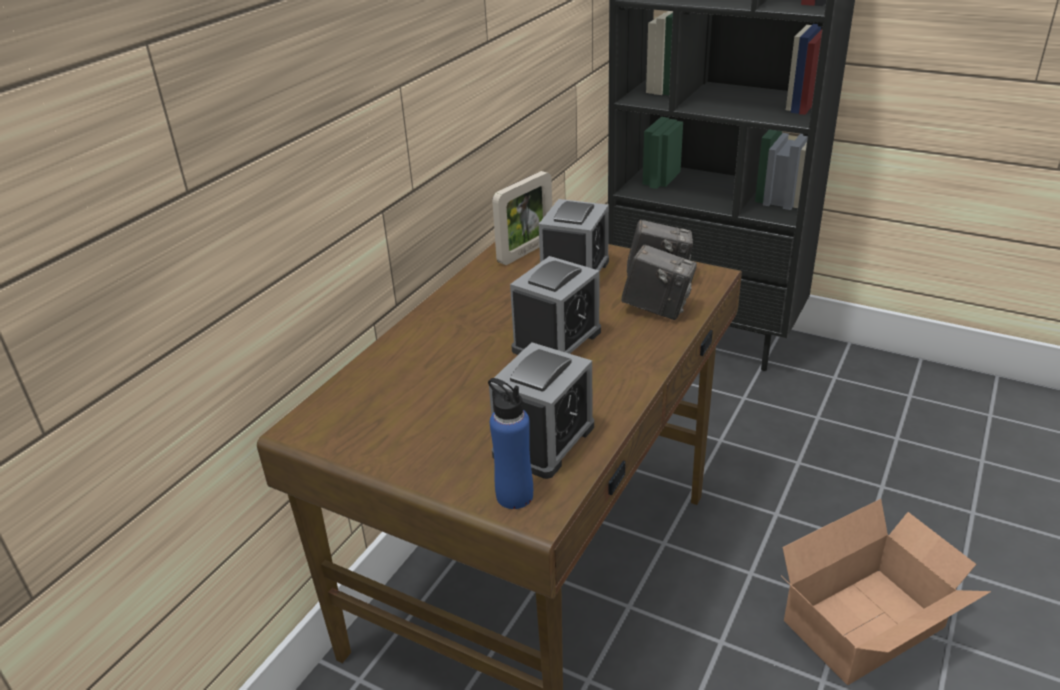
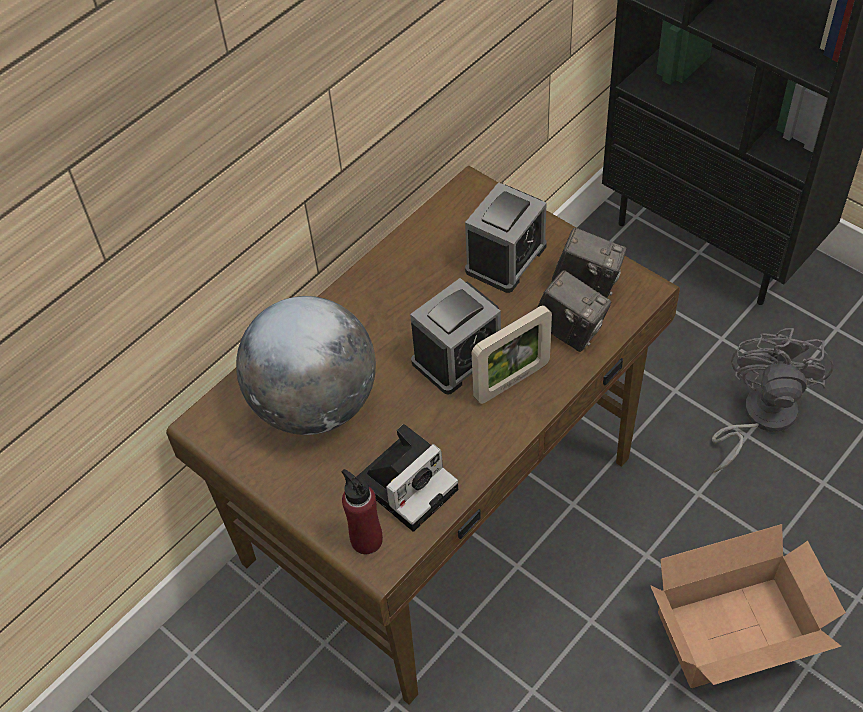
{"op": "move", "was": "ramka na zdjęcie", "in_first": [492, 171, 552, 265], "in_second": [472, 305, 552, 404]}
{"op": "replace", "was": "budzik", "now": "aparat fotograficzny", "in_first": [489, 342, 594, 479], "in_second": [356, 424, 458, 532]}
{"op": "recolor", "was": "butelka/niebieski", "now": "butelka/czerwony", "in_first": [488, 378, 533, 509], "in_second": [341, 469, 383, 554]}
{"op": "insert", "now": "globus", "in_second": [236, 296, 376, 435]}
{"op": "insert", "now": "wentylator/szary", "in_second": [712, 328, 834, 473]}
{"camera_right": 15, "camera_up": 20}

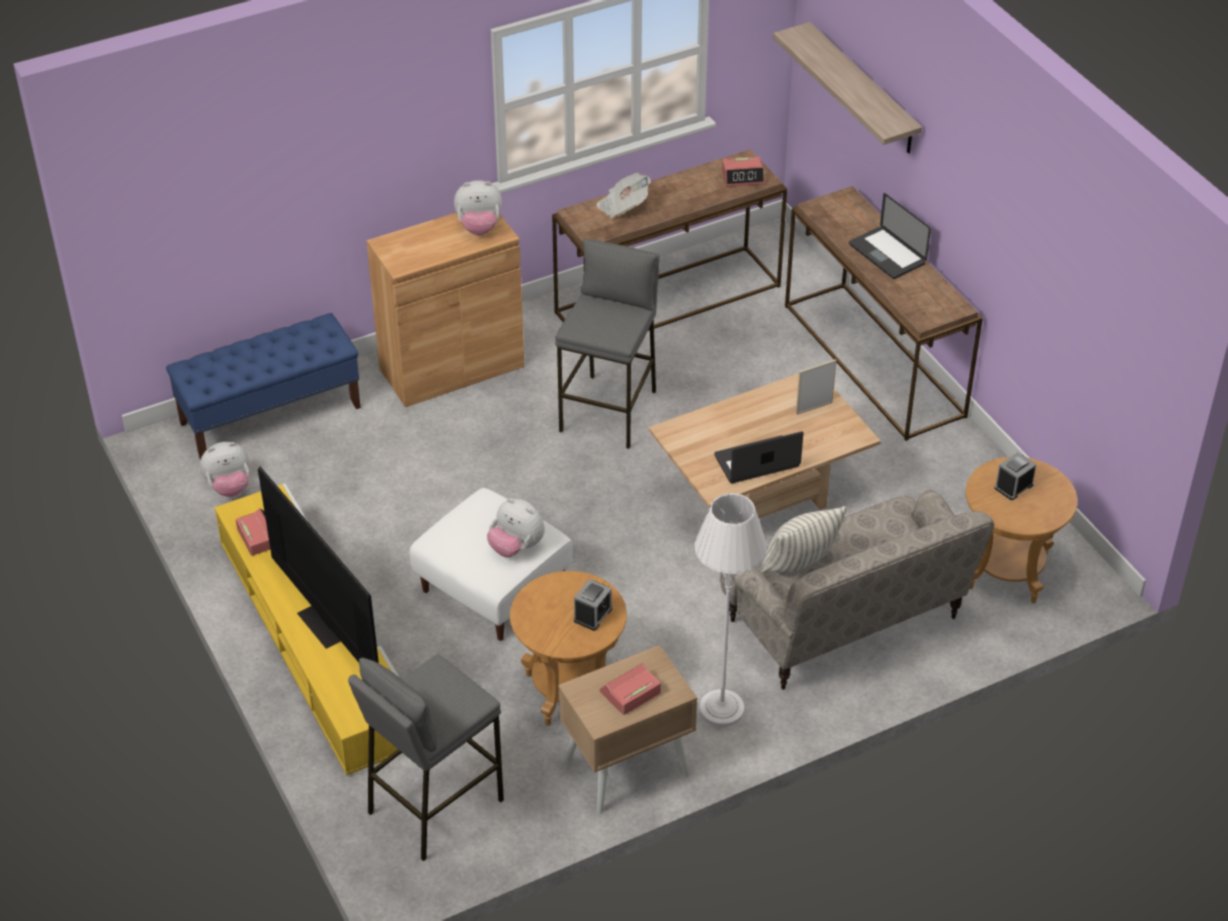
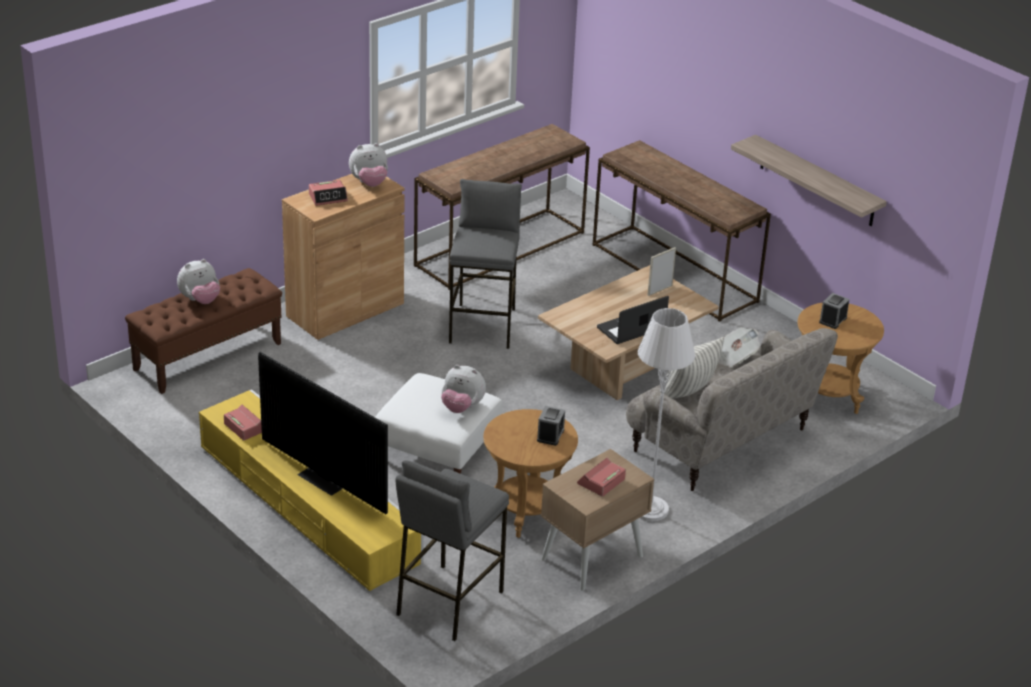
{"op": "move", "was": "półka", "in_first": [773, 22, 922, 153], "in_second": [731, 135, 887, 226]}
{"op": "move", "was": "budzik", "in_first": [722, 156, 765, 187], "in_second": [309, 180, 348, 206]}
{"op": "move", "was": "gazeta", "in_first": [596, 173, 651, 218], "in_second": [718, 327, 760, 368]}
{"op": "delete", "was": "laptop", "in_first": [849, 193, 931, 279]}
{"op": "recolor", "was": "ławka/niebieski", "now": "ławka/brązowy", "in_first": [166, 313, 361, 460], "in_second": [125, 268, 282, 394]}
{"op": "move", "was": "pluszak", "in_first": [200, 442, 249, 497], "in_second": [177, 259, 220, 304]}
{"camera_right": -15, "camera_up": -10}

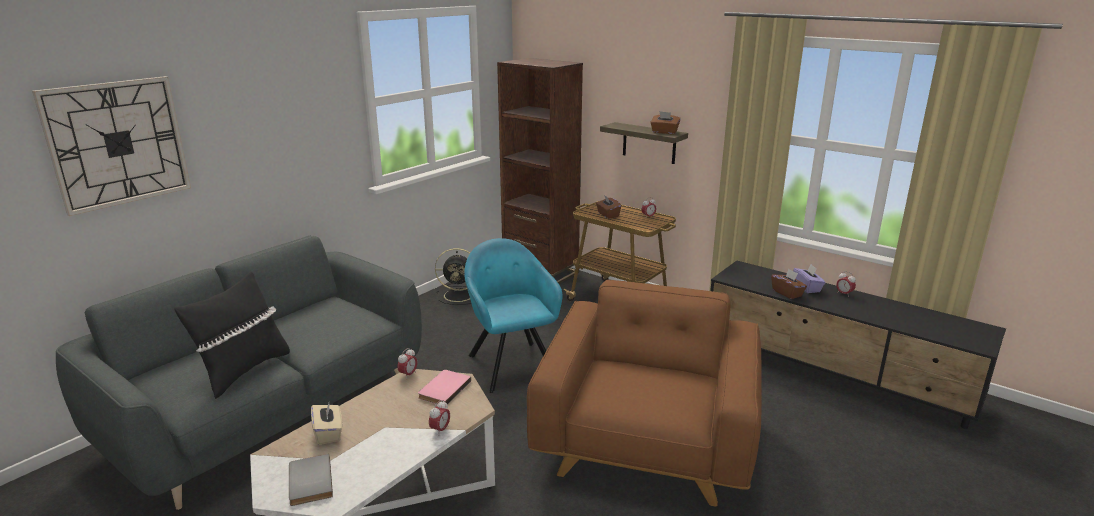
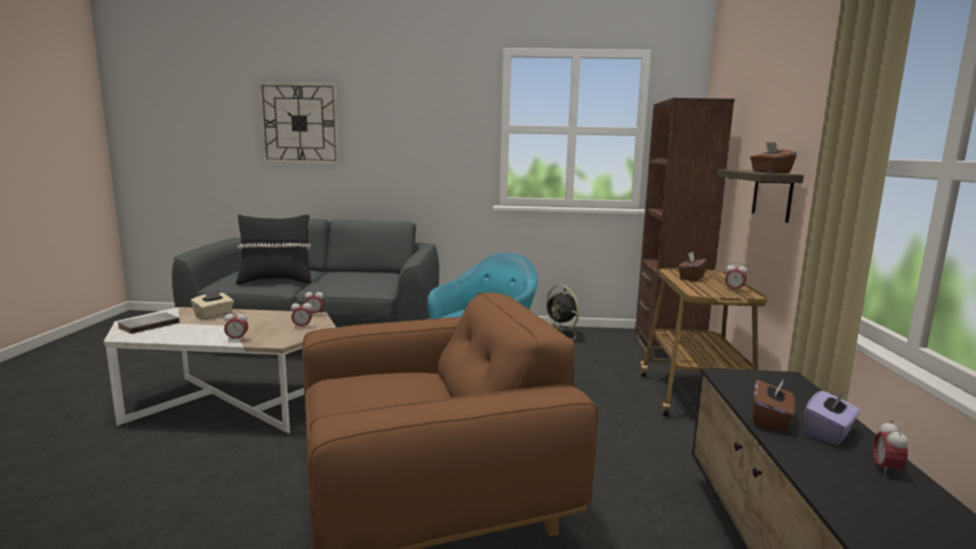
{"op": "replace", "was": "książka/różowy", "now": "budzik", "in_first": [418, 370, 471, 404], "in_second": [291, 300, 312, 328]}
{"camera_right": 55, "camera_up": -10}

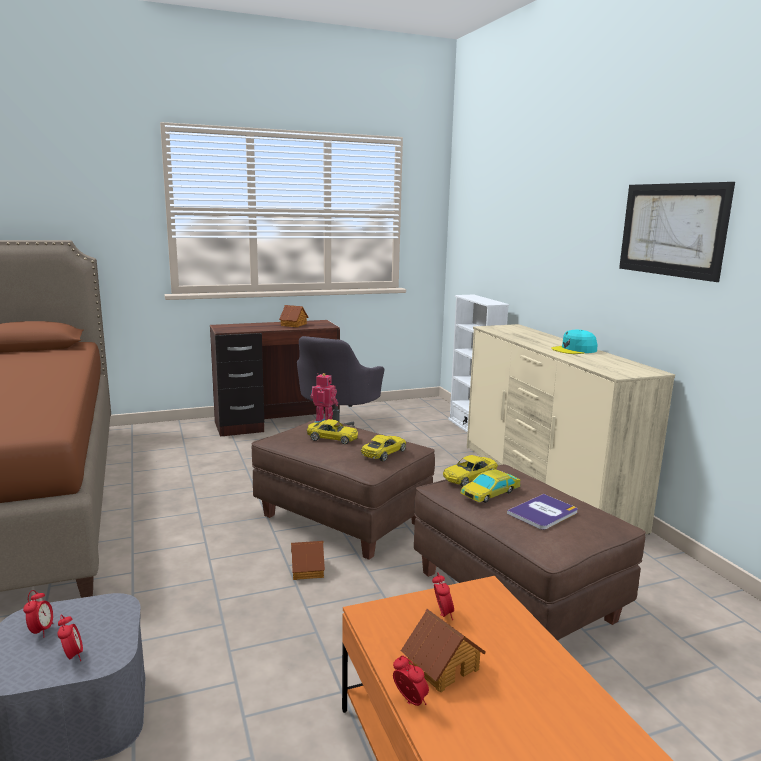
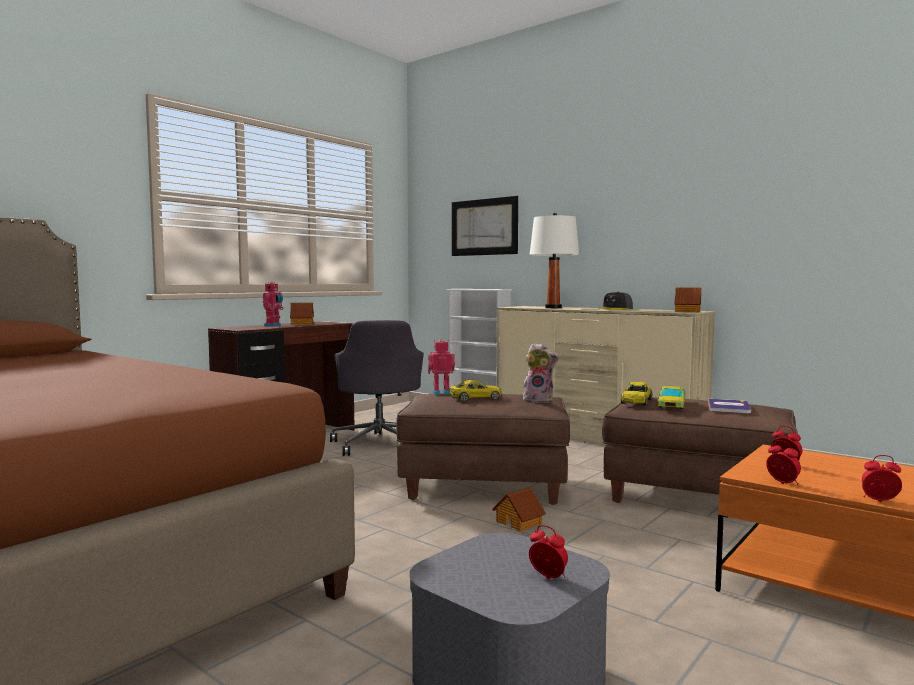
{"op": "move", "was": "obraz", "in_first": [619, 182, 735, 282], "in_second": [452, 196, 518, 256]}
{"op": "recolor", "was": "czapka z daszkiem/turkusowy", "now": "czapka z daszkiem/szary", "in_first": [551, 330, 597, 354], "in_second": [598, 292, 633, 310]}
{"op": "replace", "was": "samochodzik/żółty", "now": "pluszak", "in_first": [361, 435, 406, 461], "in_second": [523, 343, 559, 403]}
{"op": "move", "was": "budzik", "in_first": [23, 590, 54, 637], "in_second": [766, 440, 801, 485]}
{"op": "move", "was": "domek", "in_first": [401, 609, 486, 692], "in_second": [674, 288, 702, 312]}
{"op": "insert", "now": "lampa stołowa/biały", "in_second": [529, 213, 579, 308]}
{"op": "insert", "now": "robot zabawkowy", "in_second": [263, 281, 284, 326]}
{"camera_right": -30, "camera_up": -10}

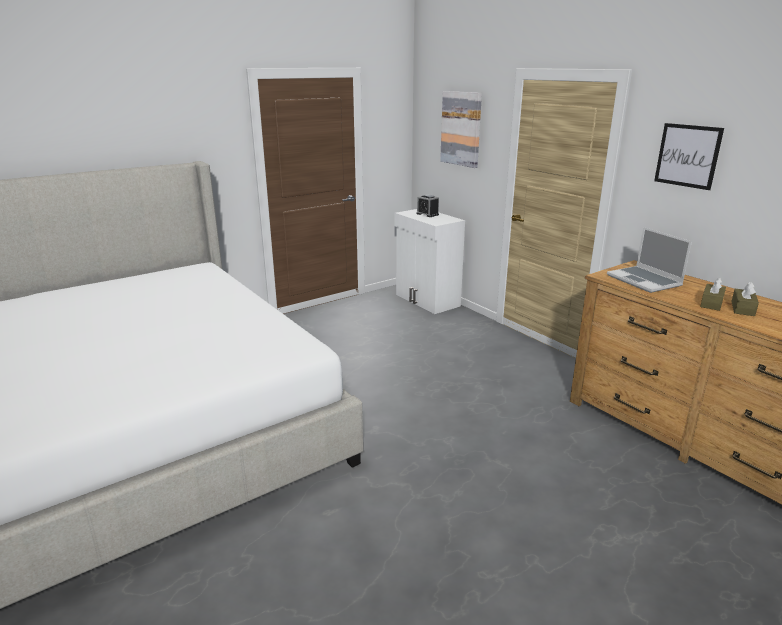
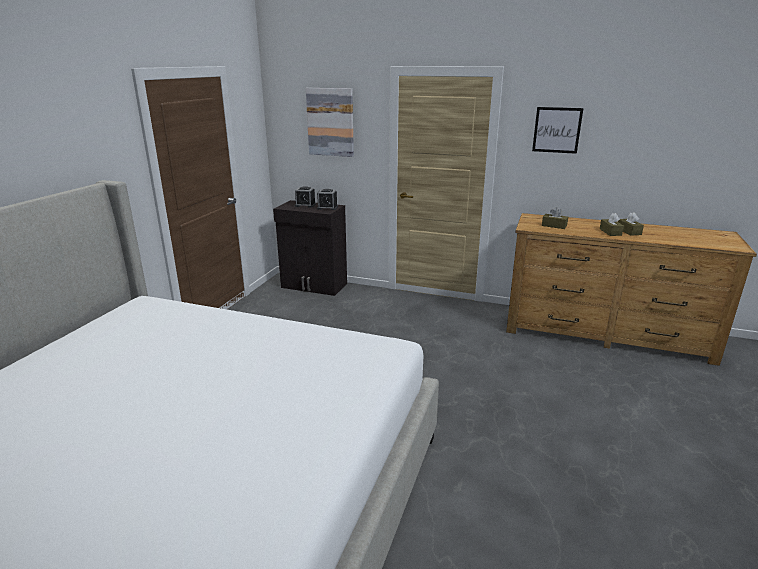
{"op": "recolor", "was": "szafka/biały", "now": "szafka/czarny", "in_first": [394, 209, 465, 314], "in_second": [273, 200, 347, 296]}
{"op": "replace", "was": "laptop", "now": "pudełko chusteczek/brązowy", "in_first": [607, 227, 692, 293], "in_second": [542, 207, 568, 229]}
{"op": "insert", "now": "budzik", "in_second": [317, 189, 338, 210]}
{"camera_right": -35, "camera_up": 0}

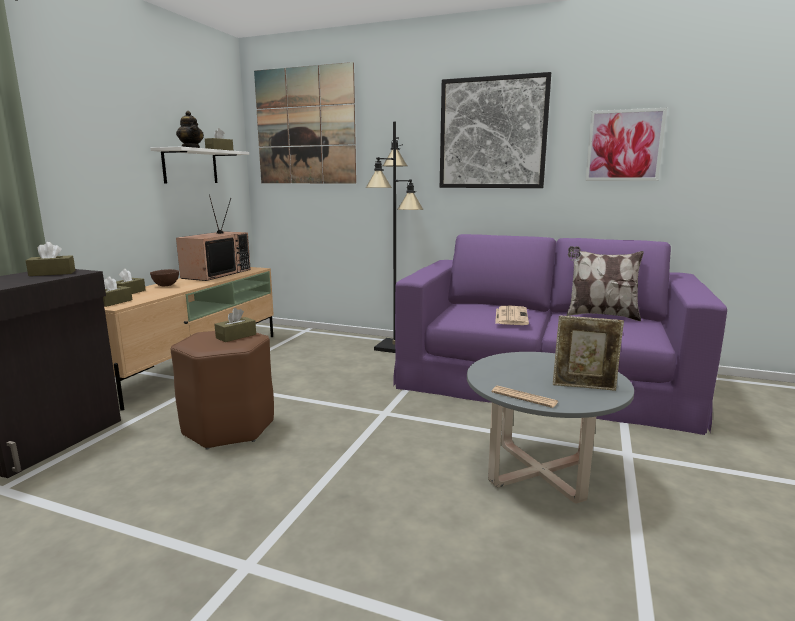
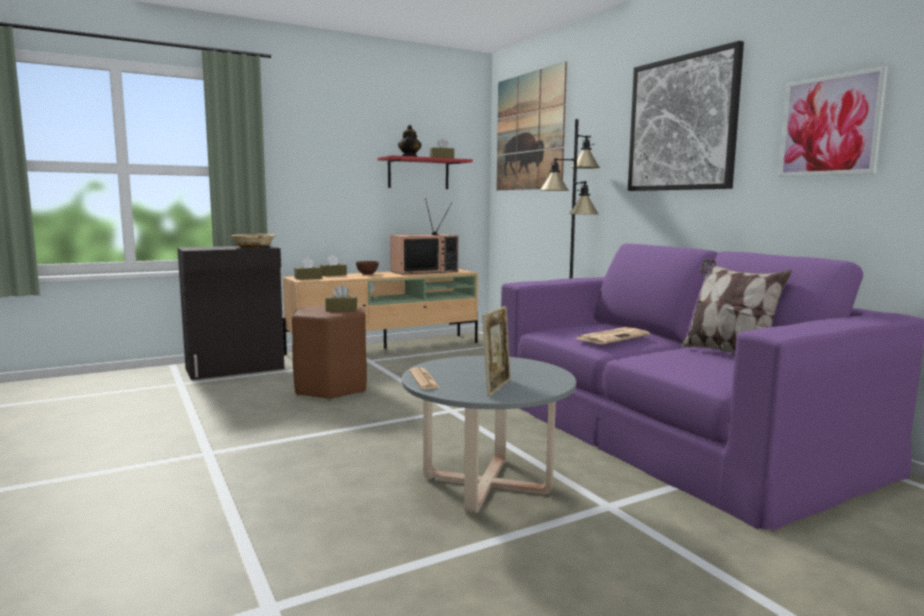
{"op": "recolor", "was": "półka/biały", "now": "półka/czerwony", "in_first": [150, 147, 249, 183], "in_second": [378, 155, 473, 189]}
{"op": "replace", "was": "pudełko chusteczek/brązowy", "now": "miska/beżowy", "in_first": [26, 242, 75, 276], "in_second": [230, 234, 276, 248]}
{"op": "rotate", "was": "ramka na zdjęcie", "in_first": [553, 315, 624, 391], "in_second": [482, 306, 511, 396], "clockwise": -120}
{"camera_right": 40, "camera_up": -5}

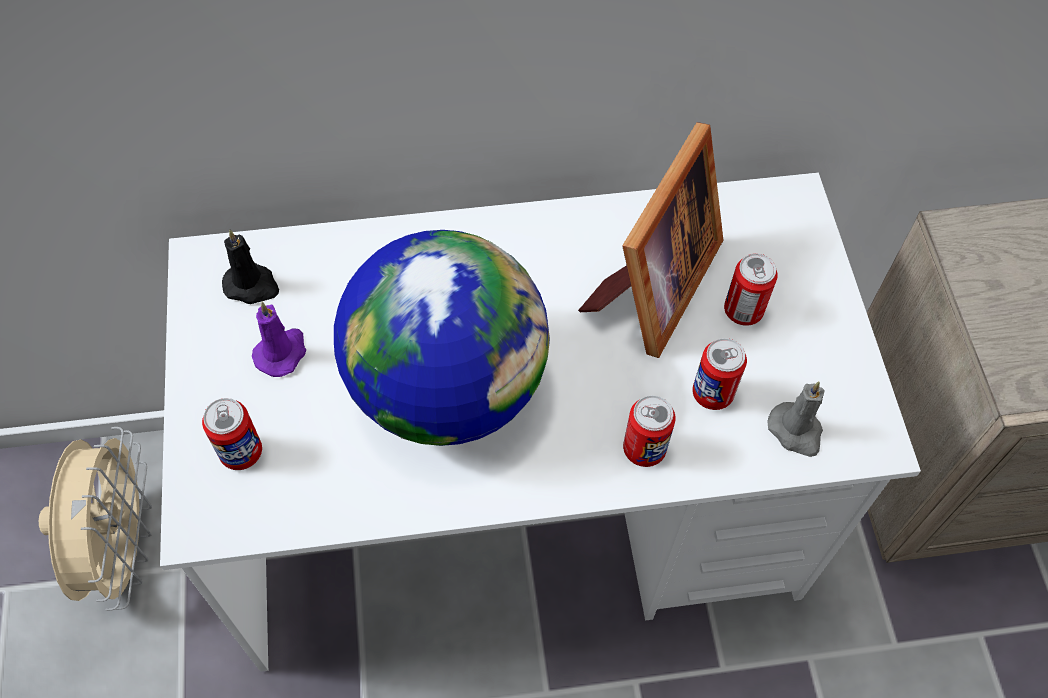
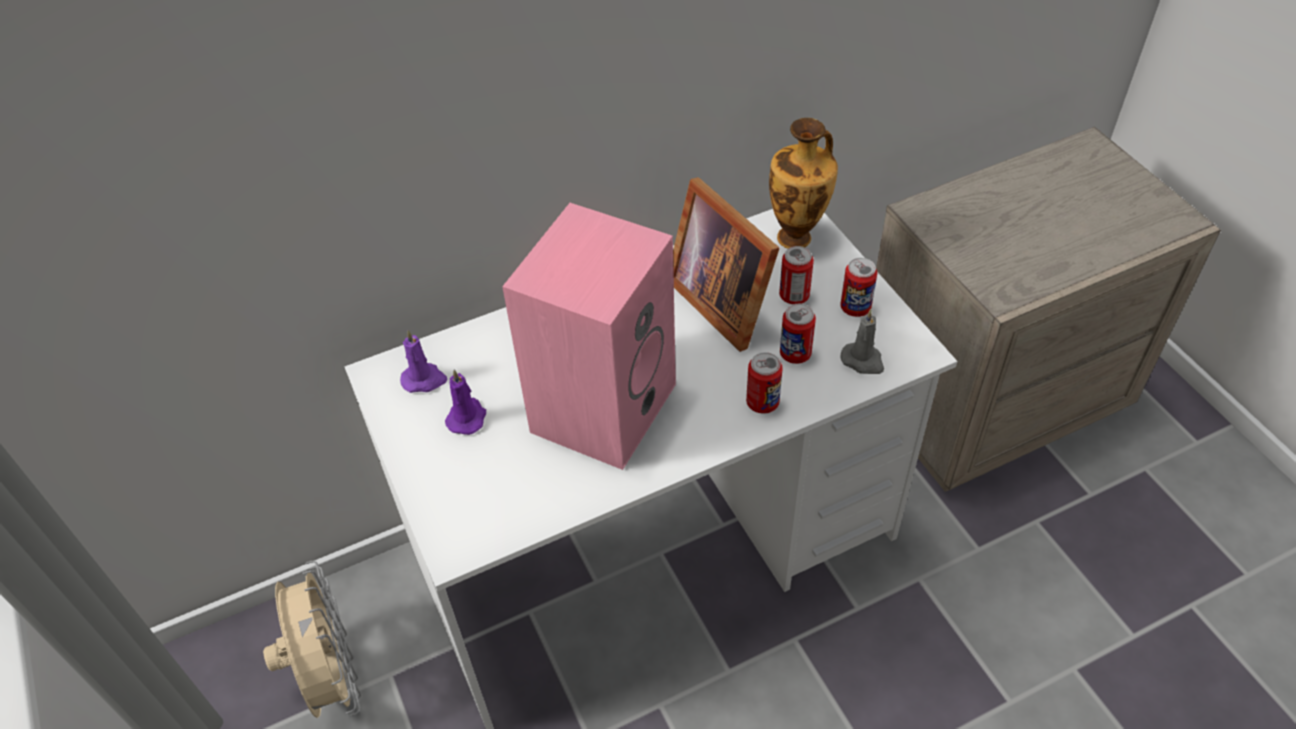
{"op": "rotate", "was": "ramka na zdjęcie", "in_first": [578, 122, 723, 358], "in_second": [673, 177, 779, 352], "clockwise": 135}
{"op": "recolor", "was": "świeca/czarny", "now": "świeca/fioletowy", "in_first": [222, 230, 279, 304], "in_second": [400, 330, 448, 393]}
{"op": "replace", "was": "globus", "now": "głośnik/różowy", "in_first": [334, 230, 550, 446], "in_second": [502, 203, 676, 470]}
{"op": "move", "was": "puszka", "in_first": [202, 398, 262, 470], "in_second": [840, 258, 877, 317]}
{"op": "insert", "now": "wazon", "in_second": [769, 118, 838, 249]}
{"camera_right": -15, "camera_up": -10}

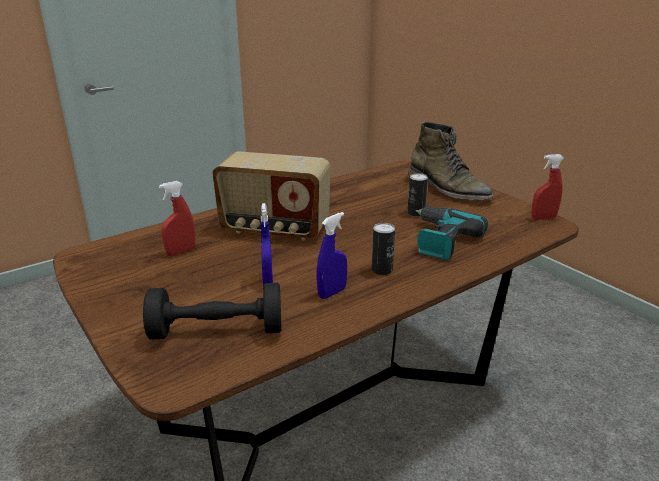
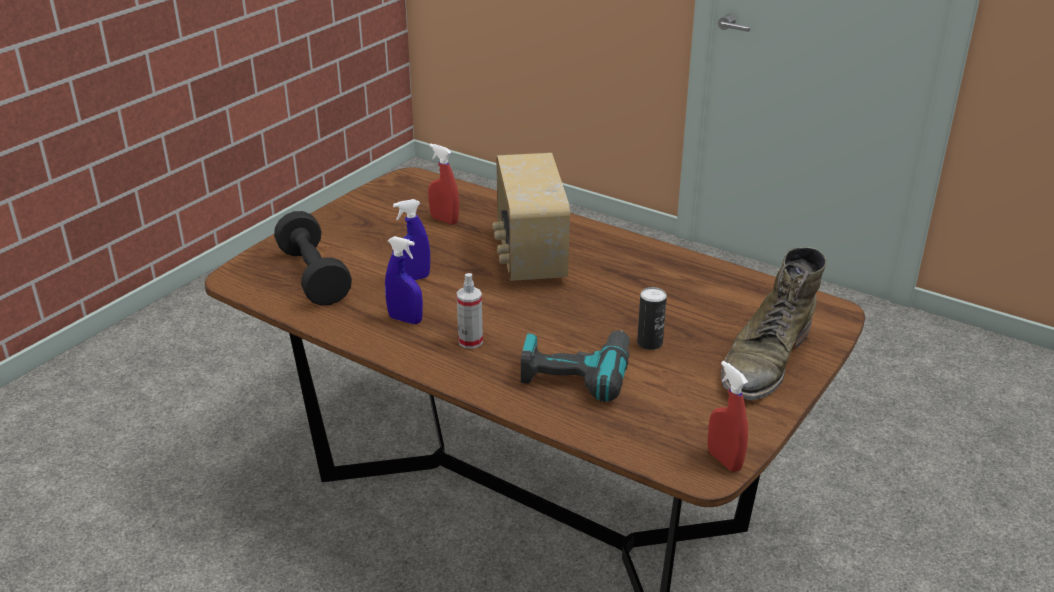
{"op": "replace", "was": "puszka", "now": "spryskiwacz", "in_first": [372, 223, 395, 275], "in_second": [457, 273, 483, 349]}
{"camera_right": 70, "camera_up": 5}

